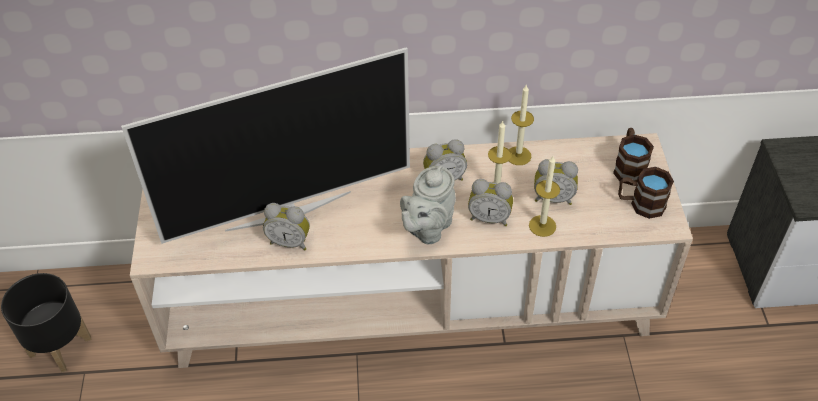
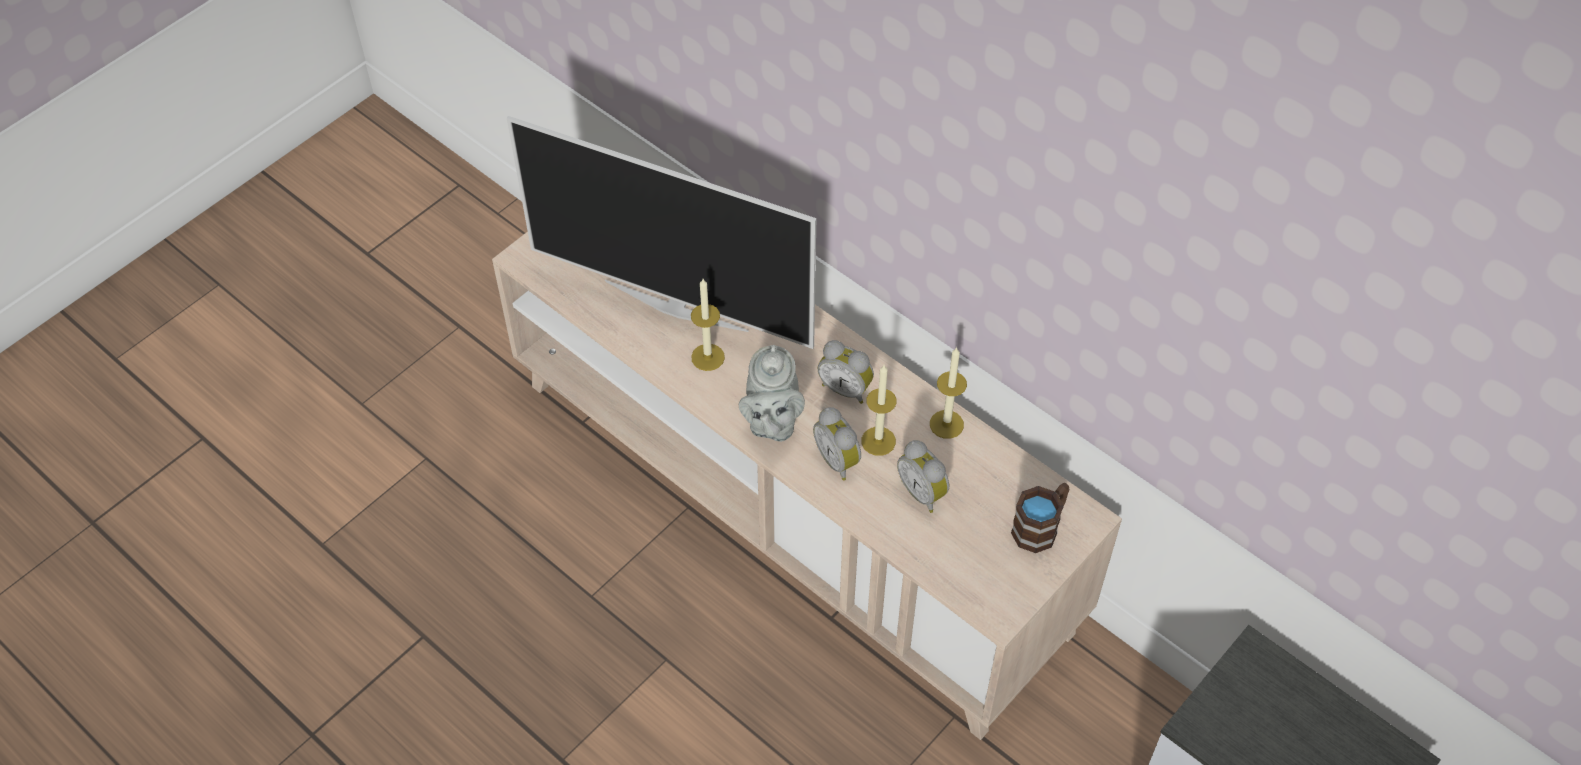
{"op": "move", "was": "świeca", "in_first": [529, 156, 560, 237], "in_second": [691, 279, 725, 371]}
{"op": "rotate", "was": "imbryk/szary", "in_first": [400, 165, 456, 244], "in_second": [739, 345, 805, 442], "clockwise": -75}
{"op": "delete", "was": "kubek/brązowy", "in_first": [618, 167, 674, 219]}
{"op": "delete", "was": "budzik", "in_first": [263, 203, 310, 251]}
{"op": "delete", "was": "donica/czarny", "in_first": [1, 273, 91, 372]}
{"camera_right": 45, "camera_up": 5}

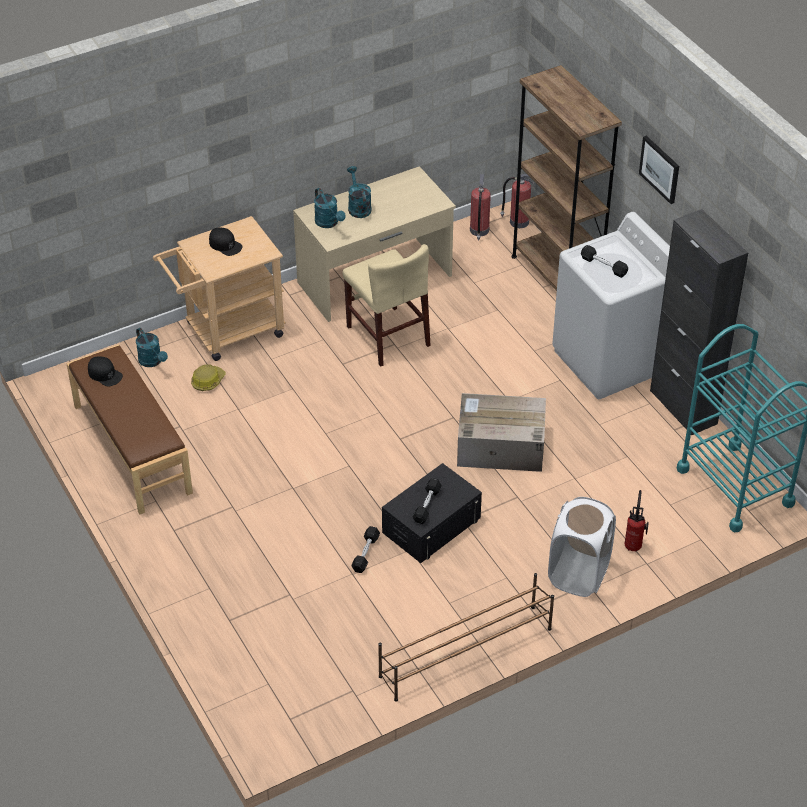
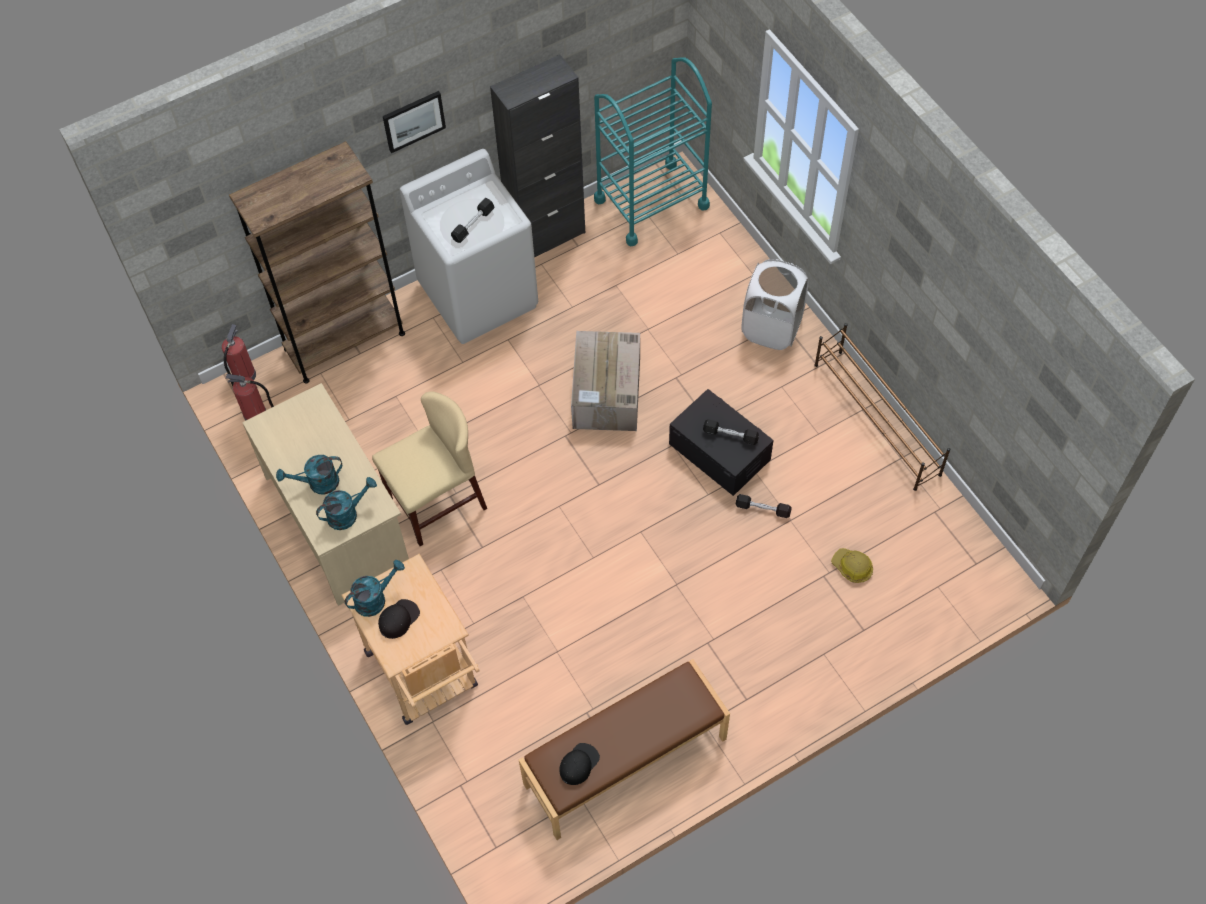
{"op": "move", "was": "konewka/turkusowy", "in_first": [136, 328, 168, 367], "in_second": [345, 560, 405, 617]}
{"op": "move", "was": "kask", "in_first": [191, 364, 226, 391], "in_second": [831, 548, 873, 583]}
{"op": "delete", "was": "gaśnica", "in_first": [624, 490, 649, 551]}
{"camera_right": -90, "camera_up": 15}

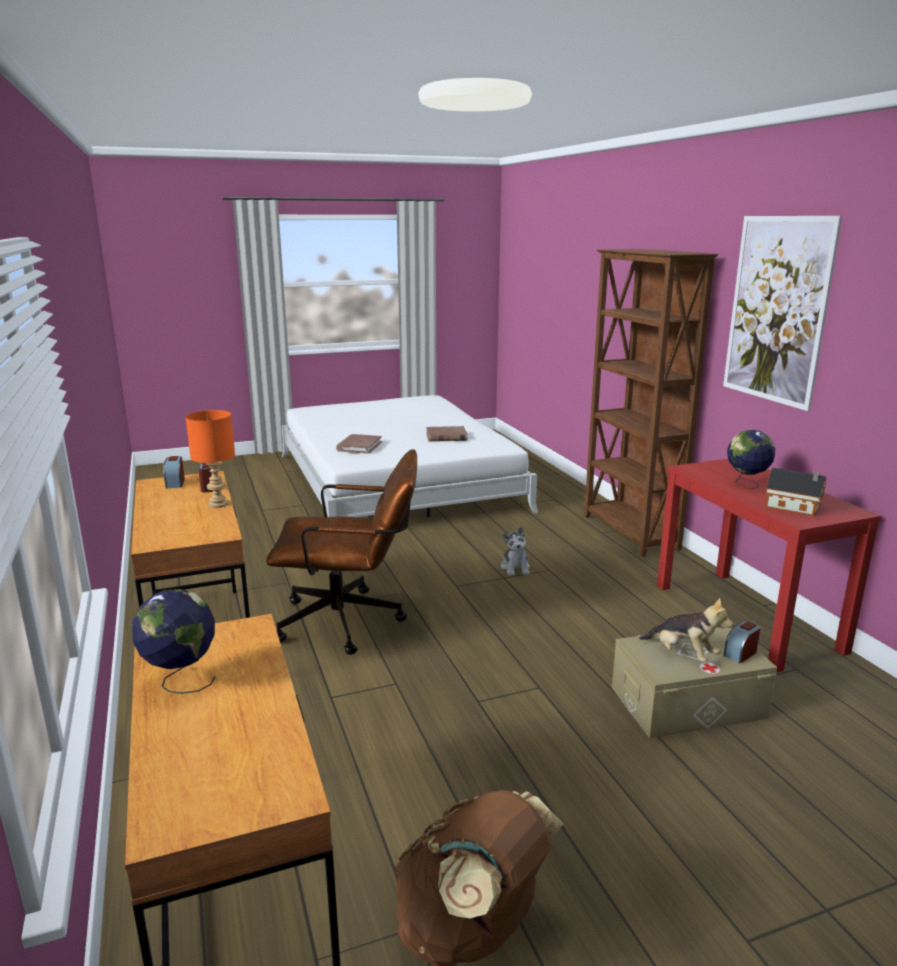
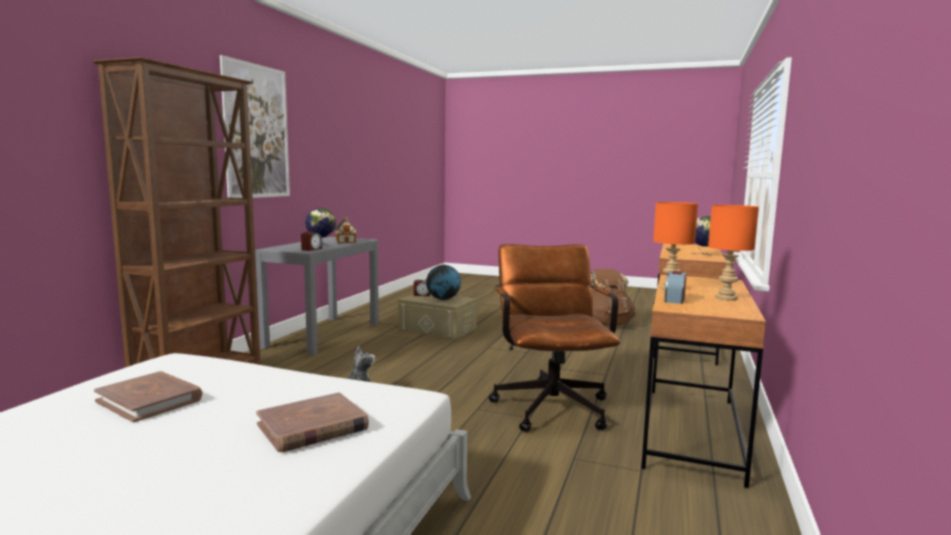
{"op": "rotate", "was": "krzesło biurowe/brązowy", "in_first": [266, 449, 417, 655], "in_second": [488, 244, 620, 432], "clockwise": 45}
{"op": "move", "was": "budzik", "in_first": [163, 456, 185, 488], "in_second": [301, 231, 322, 251]}
{"op": "recolor", "was": "stolik konsolowy/czerwony", "now": "stolik konsolowy/szary", "in_first": [657, 459, 881, 673], "in_second": [255, 237, 379, 356]}
{"op": "replace", "was": "pluszak", "now": "globus", "in_first": [639, 597, 733, 662], "in_second": [426, 265, 461, 300]}
{"op": "insert", "now": "lampa stołowa/pomarańczowy", "in_second": [708, 205, 759, 300]}
{"camera_right": -140, "camera_up": -10}

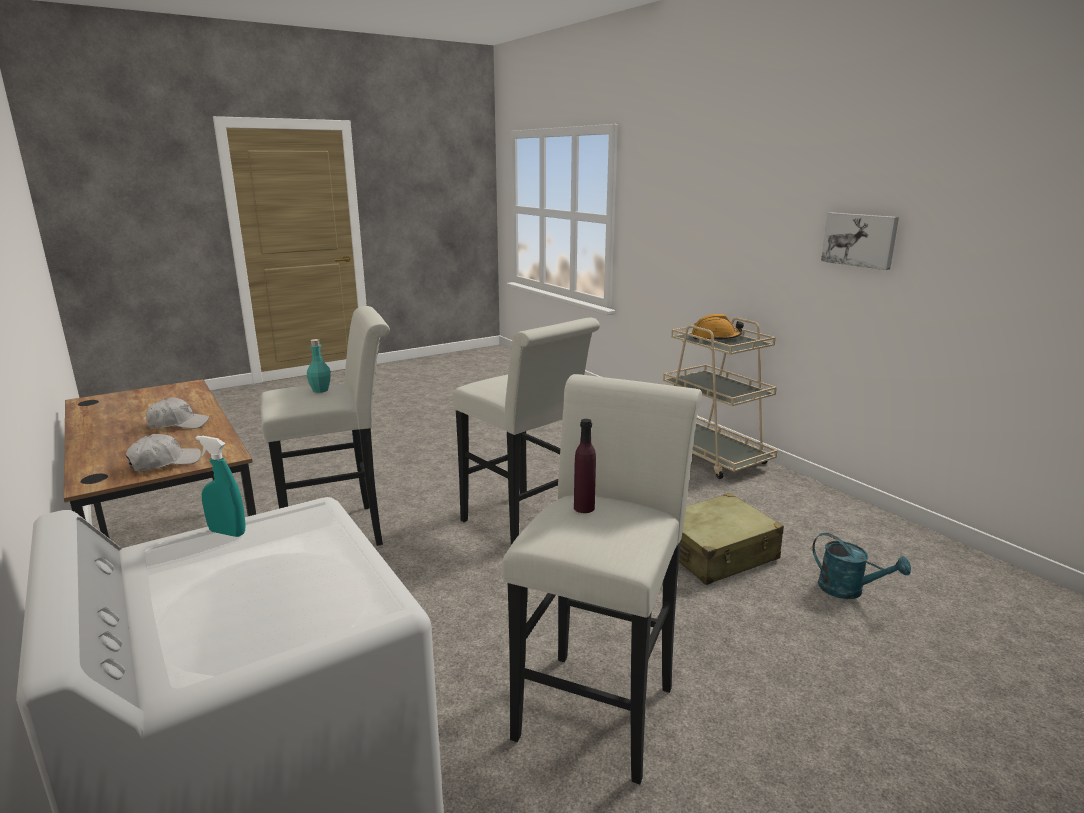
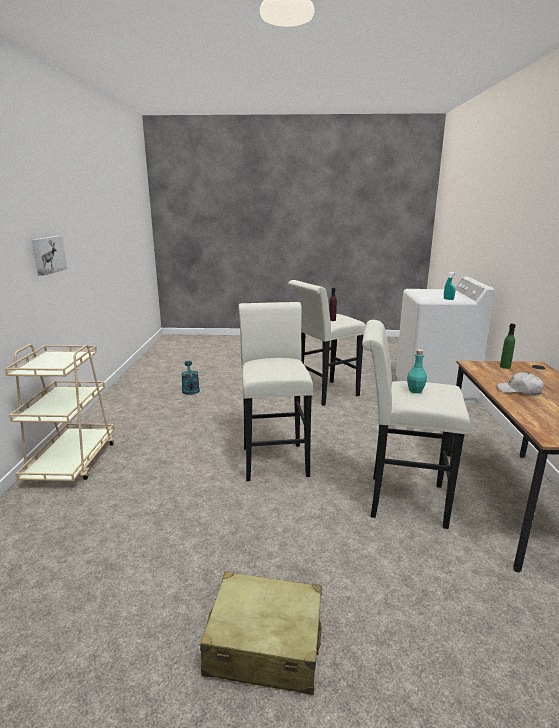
{"op": "delete", "was": "kask/pomarańczowy", "in_first": [692, 314, 744, 341]}
{"op": "replace", "was": "czapka z daszkiem/biały", "now": "butelka/zielony", "in_first": [126, 434, 201, 472], "in_second": [500, 324, 516, 369]}
{"op": "move", "was": "walizka/beżowy", "in_first": [679, 493, 784, 585], "in_second": [200, 571, 322, 695]}
{"camera_right": -145, "camera_up": 0}

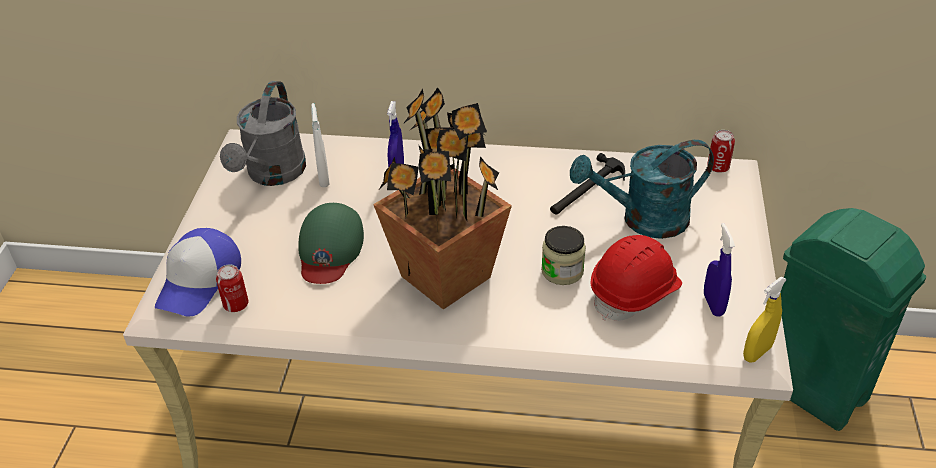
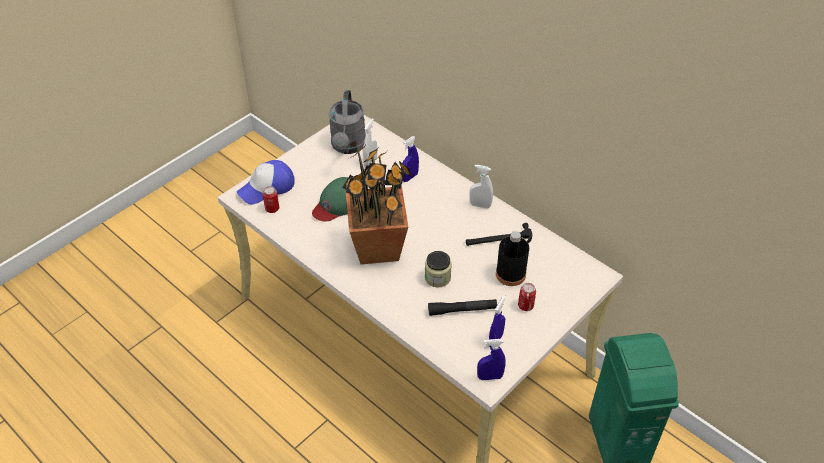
{"op": "rotate", "was": "konewka/szary", "in_first": [220, 81, 306, 186], "in_second": [329, 90, 366, 154], "clockwise": -45}
{"op": "move", "was": "puszka", "in_first": [707, 130, 735, 173], "in_second": [518, 283, 536, 311]}
{"op": "replace", "was": "konewka/turkusowy", "now": "butelka/czarny", "in_first": [570, 140, 714, 239], "in_second": [496, 231, 529, 286]}
{"op": "replace", "was": "kask/czerwony", "now": "latarka/czarny", "in_first": [591, 235, 682, 321], "in_second": [428, 299, 497, 316]}
{"op": "recolor", "was": "spryskiwacz/żółty", "now": "spryskiwacz/niebieski", "in_first": [743, 277, 787, 363], "in_second": [477, 339, 506, 380]}
{"op": "insert", "now": "spryskiwacz/biały", "in_second": [469, 165, 493, 208]}
{"camera_right": 35, "camera_up": 5}

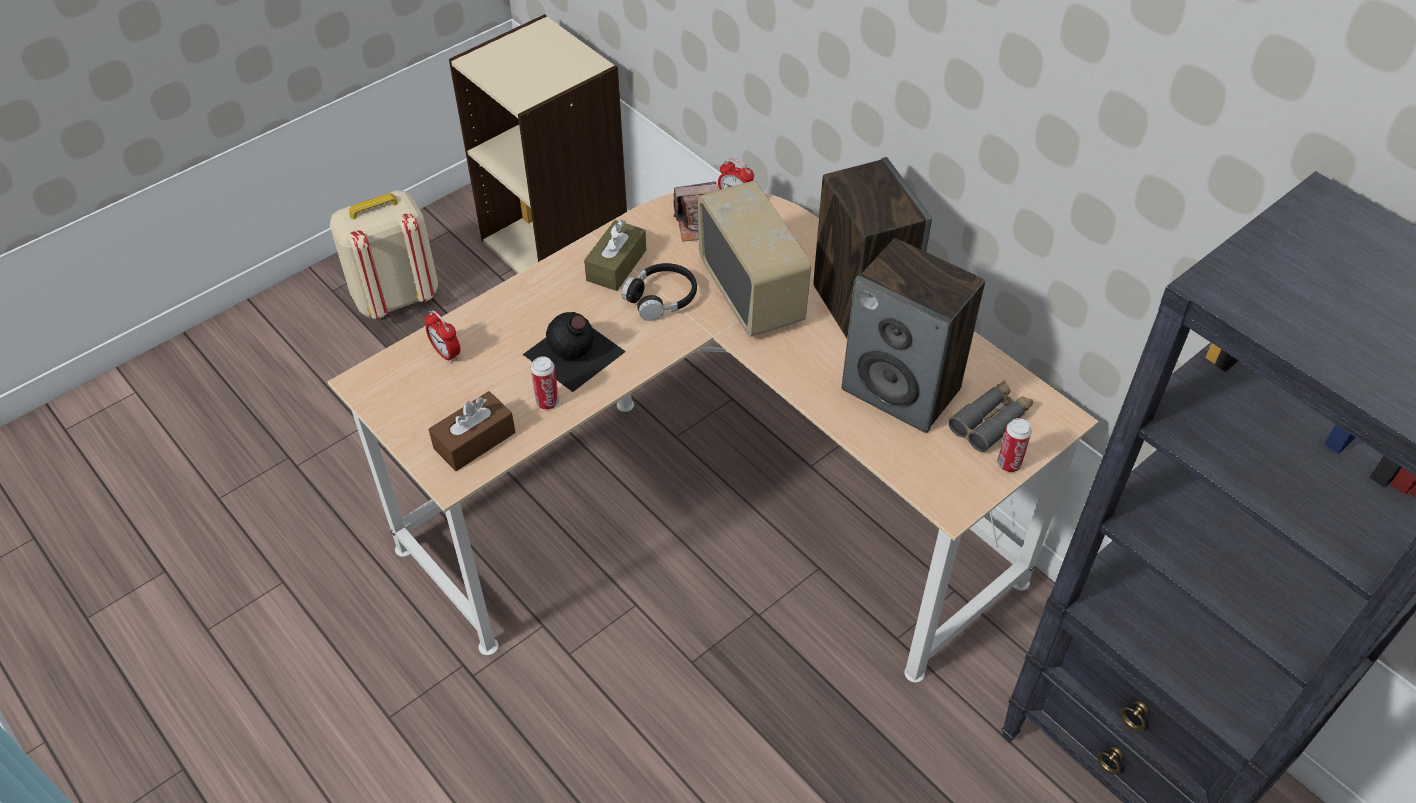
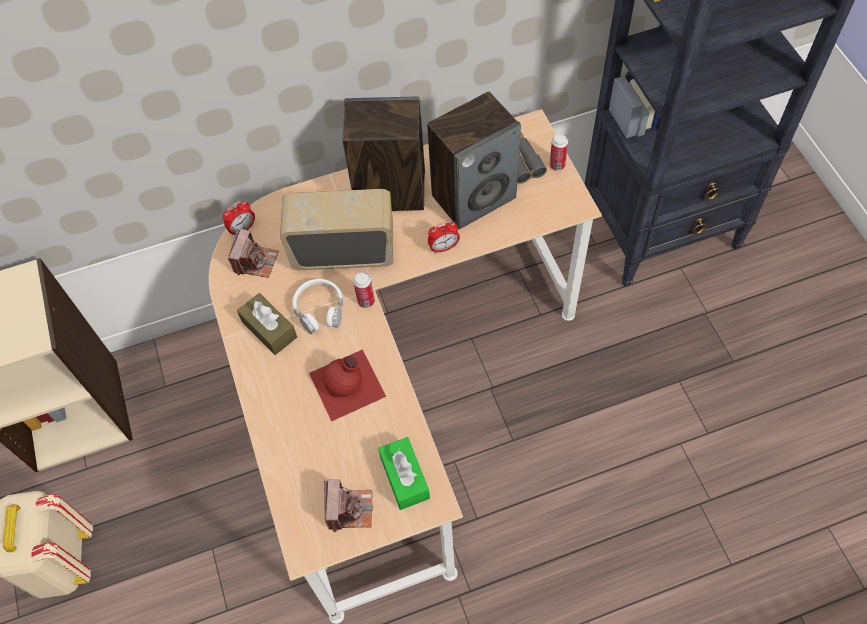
{"op": "recolor", "was": "słuchawki/czarny", "now": "słuchawki/biały", "in_first": [622, 263, 697, 321], "in_second": [292, 279, 343, 334]}
{"op": "move", "was": "budzik", "in_first": [424, 310, 461, 363], "in_second": [428, 221, 460, 254]}
{"op": "recolor", "was": "butelka/czarny", "now": "butelka/czerwony", "in_first": [523, 312, 626, 392], "in_second": [309, 349, 386, 422]}
{"op": "move", "was": "puszka", "in_first": [531, 356, 559, 410], "in_second": [353, 272, 375, 308]}
{"op": "recolor", "was": "pudełko chusteczek/brązowy", "now": "pudełko chusteczek/zielony", "in_first": [428, 391, 515, 471], "in_second": [378, 437, 430, 510]}
{"op": "insert", "now": "aparat fotograficzny", "in_second": [324, 479, 373, 532]}
{"camera_right": -65, "camera_up": 10}

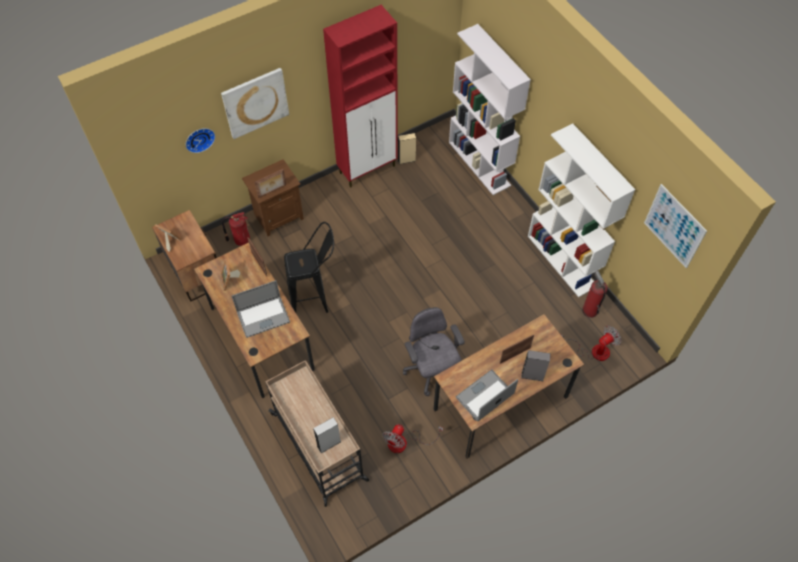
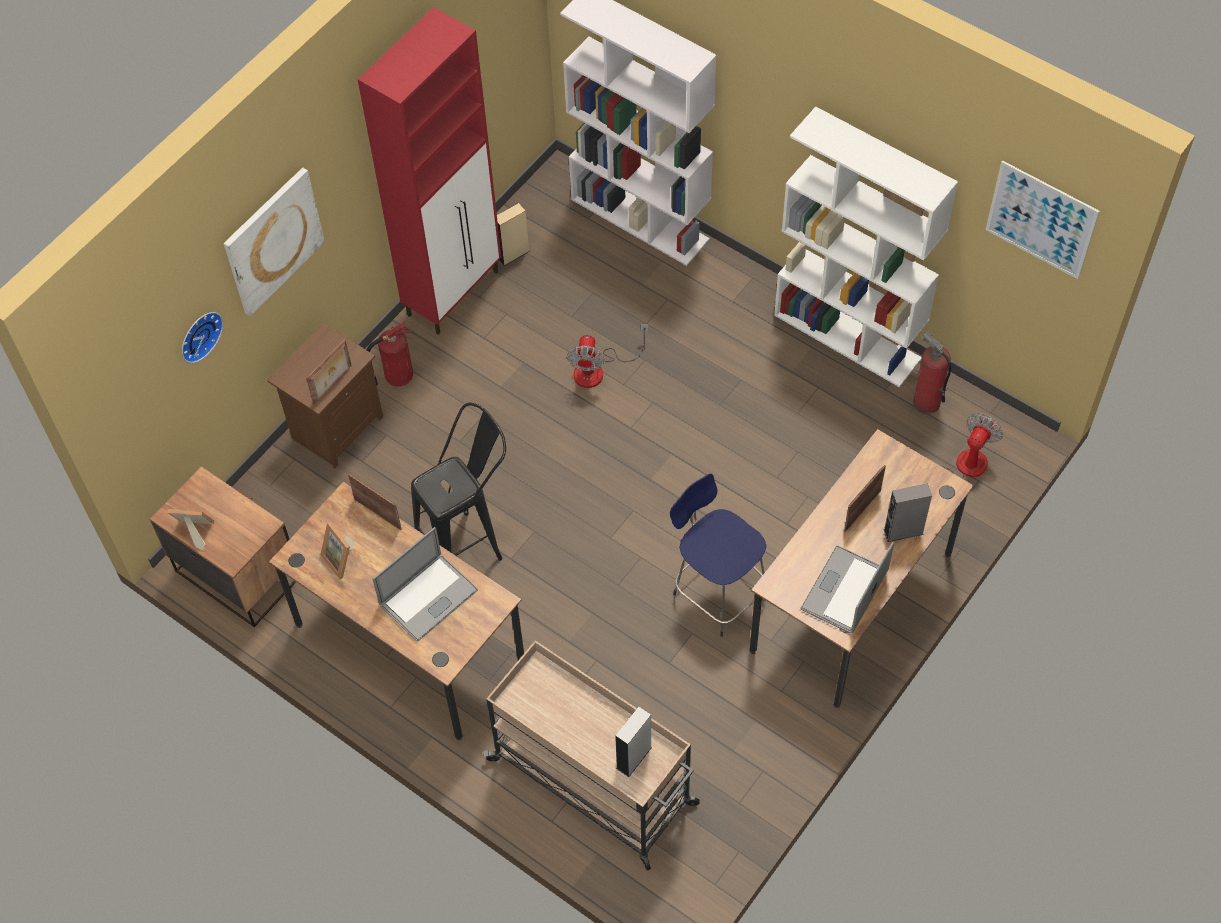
{"op": "move", "was": "gaśnica", "in_first": [221, 212, 250, 246], "in_second": [366, 322, 413, 386]}
{"op": "replace", "was": "krzesło biurowe/szary", "now": "stołek/niebieski", "in_first": [403, 307, 465, 396], "in_second": [670, 474, 766, 637]}
{"op": "move", "was": "wentylator", "in_first": [382, 424, 443, 453], "in_second": [566, 324, 649, 388]}
{"camera_right": -20, "camera_up": 0}

